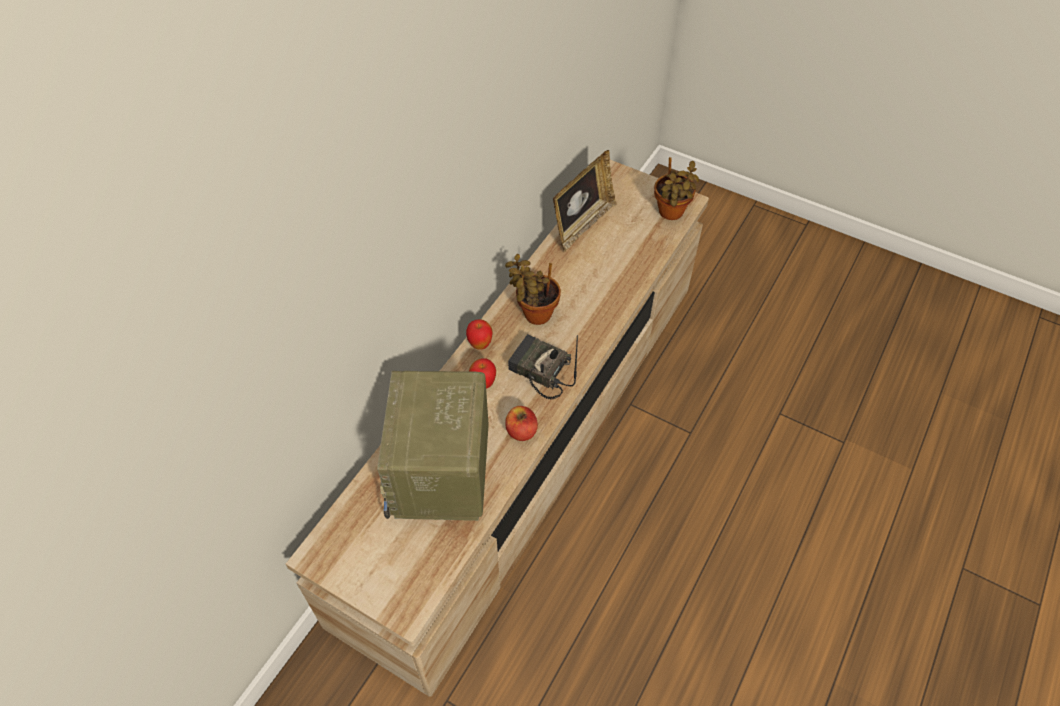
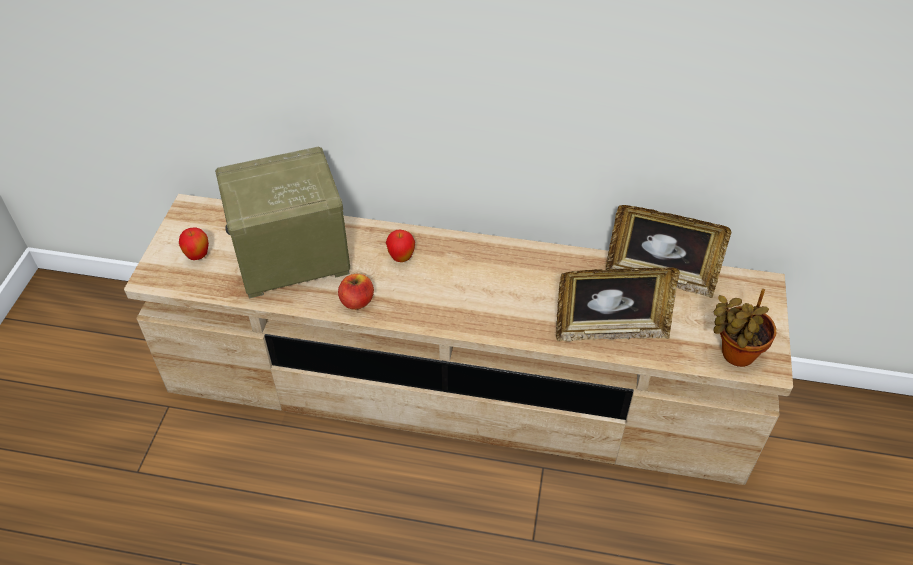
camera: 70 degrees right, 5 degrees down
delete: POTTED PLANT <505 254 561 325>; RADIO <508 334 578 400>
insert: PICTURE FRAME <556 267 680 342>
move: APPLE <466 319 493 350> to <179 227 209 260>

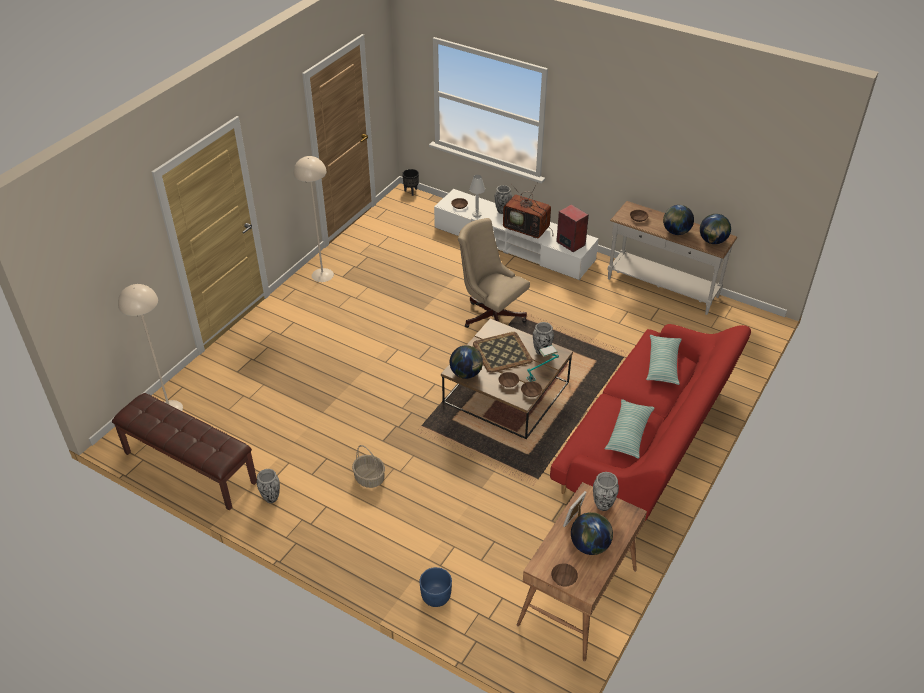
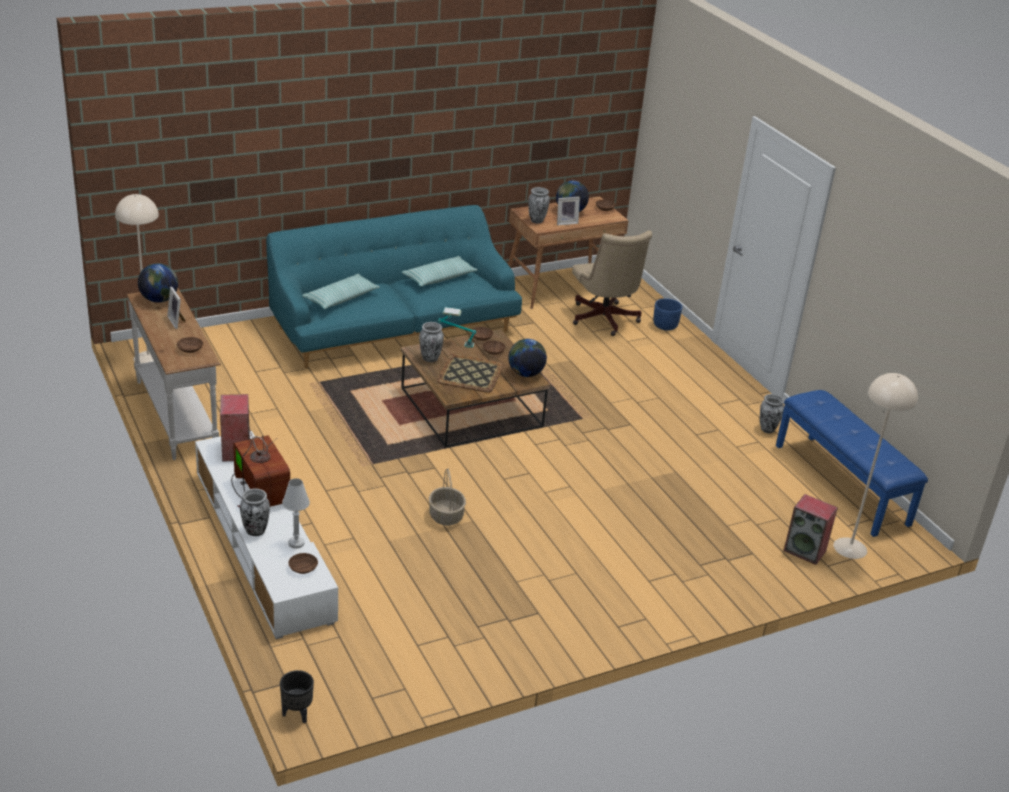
camera: 150 degrees left, 10 degrees down
insert: SPEAKER <784 494 838 565>
move: BEIGE FLOOR LAMP <293 156 334 282> to <115 194 159 364>; BEIGE OFFICE CHAIR <458 218 530 328> to <572 230 652 336>; BASKET <352 445 385 488> to <429 469 466 526>
replace: GLOBE <663 205 694 235> to PICTURE FRAME <167 287 185 329>
recolor: RED SOFA <550 324 751 521> to TURQUOISE SOFA <266 205 522 368>; BROWN BENCH <112 393 257 510> to BLUE BENCH <776 390 928 537>

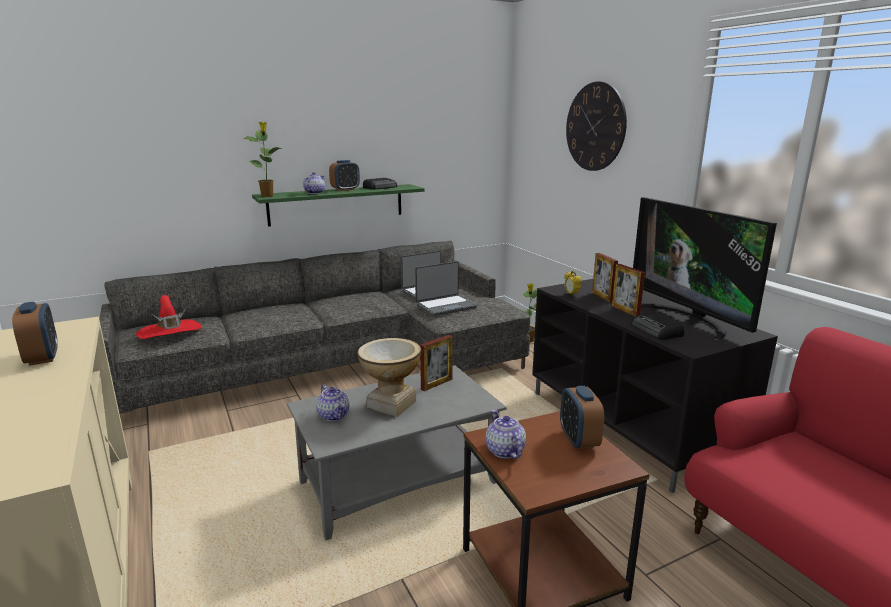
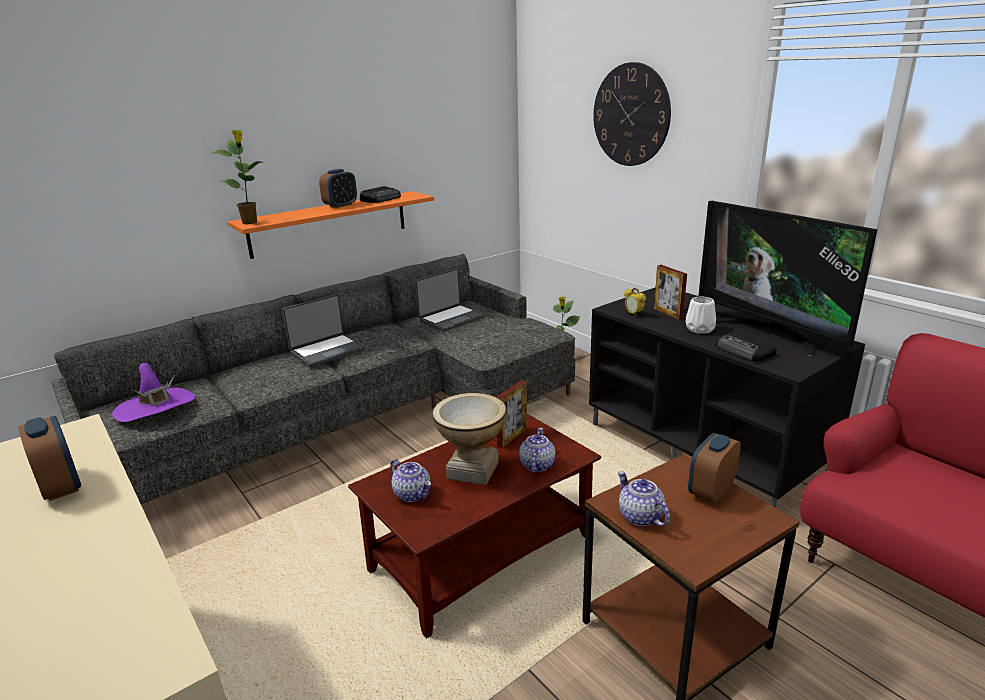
camera: 10 degrees left, 5 degrees up
move: TEAPOT <303 172 325 194> to <519 428 555 473>; LAPTOP <415 261 477 316> to <282 294 365 367>
replace: PICTURE FRAME <612 264 645 317> to WHITE VASE <686 296 716 334>
recolor: GREEN SHELF <252 184 425 227> to ORANGE SHELF <227 191 434 259>; RED HAT <136 295 202 339> to PURPLE HAT <112 363 195 422>; GREY COFFEE TABLE <287 365 507 540> to BROWN COFFEE TABLE <348 414 601 638>
rotate: ALARM CLOCK <560 386 604 449> = <688 433 741 504> 60 degrees clockwise

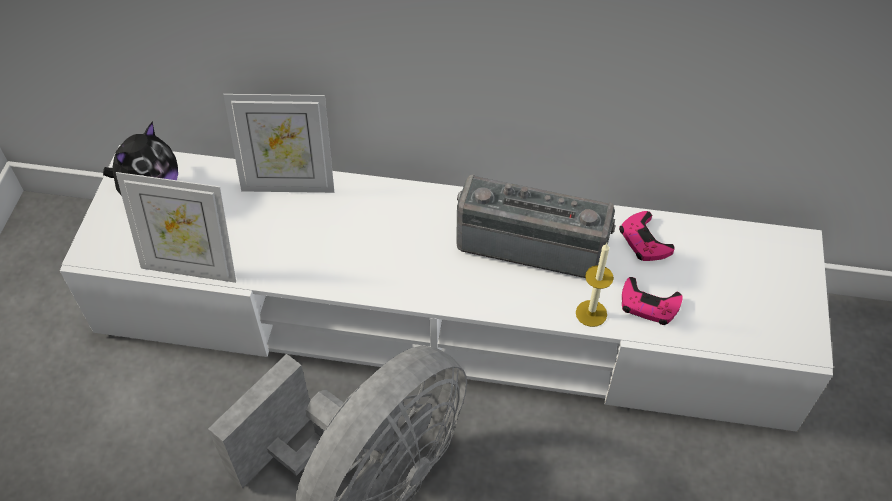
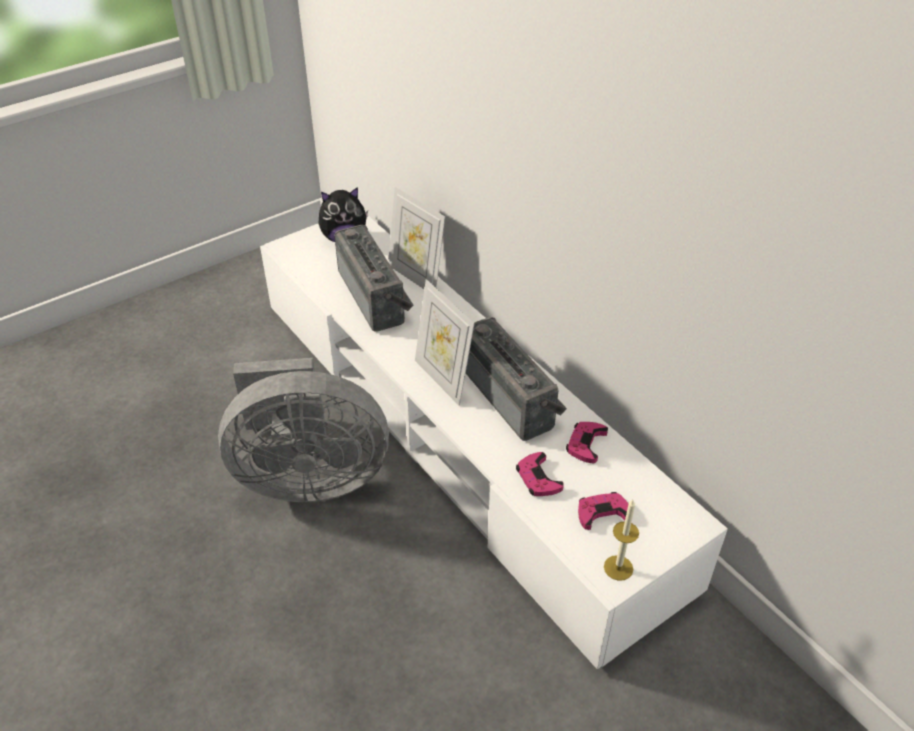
camera: 45 degrees right, 10 degrees down
insert: RADIO <335 225 413 332>; PINK GAME CONTROLLER <578 492 628 530>
move: PICTURE FRAME <116 172 236 283> to <415 279 475 406>; CANDLE <576 243 614 327> to <604 500 639 581>

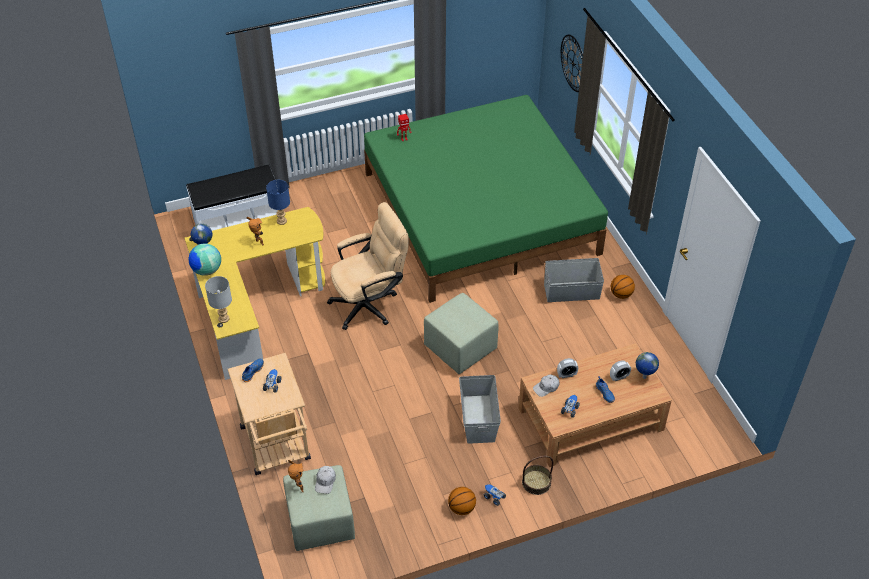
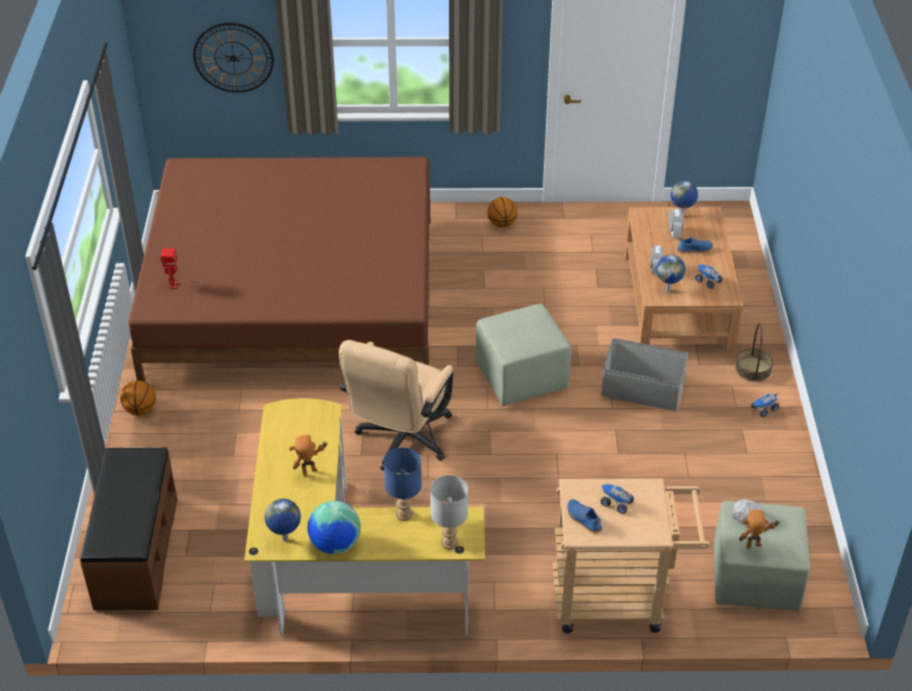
camera: 70 degrees left, 5 degrees down
delete: GREY STORAGE BOX <544 258 604 302>
move: BLUE TABLE LAMP <266 180 290 225> to <384 448 422 521>; BASKETBALL <448 487 476 515> to <120 381 156 415>
replace: WHITE CAP <533 375 559 397> to GLOBE <656 255 685 292>
recolor: GREEN BED <364 95 608 303> to BROWN BED <128 157 430 382>; WHITE BENCH <186 165 278 231> to BROWN BENCH <80 447 177 611>
rotate: BEIGE OFFICE CHAIR <327 202 409 330> = <339 340 454 471> 150 degrees counterclockwise

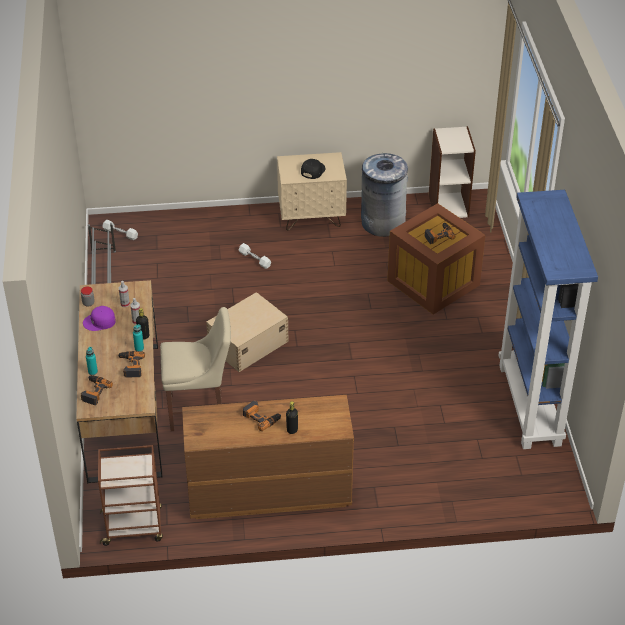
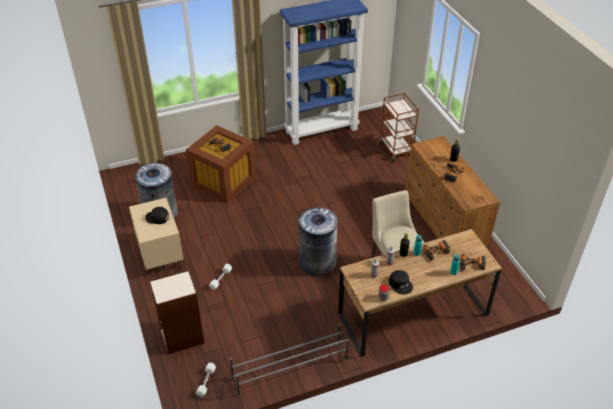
camera: 105 degrees left, 0 degrees up
move: BOOKCASE <429 126 476 218> to <150 270 204 354>; BROWN CART <98 445 163 546> to <379 93 419 162>
replace: BEIGE STORAGE BOX <206 292 289 372> to GREY TRASH CAN <298 207 338 276>
recolor: PURPLE CAP <83 306 116 331> to BLACK CAP <389 270 413 294>

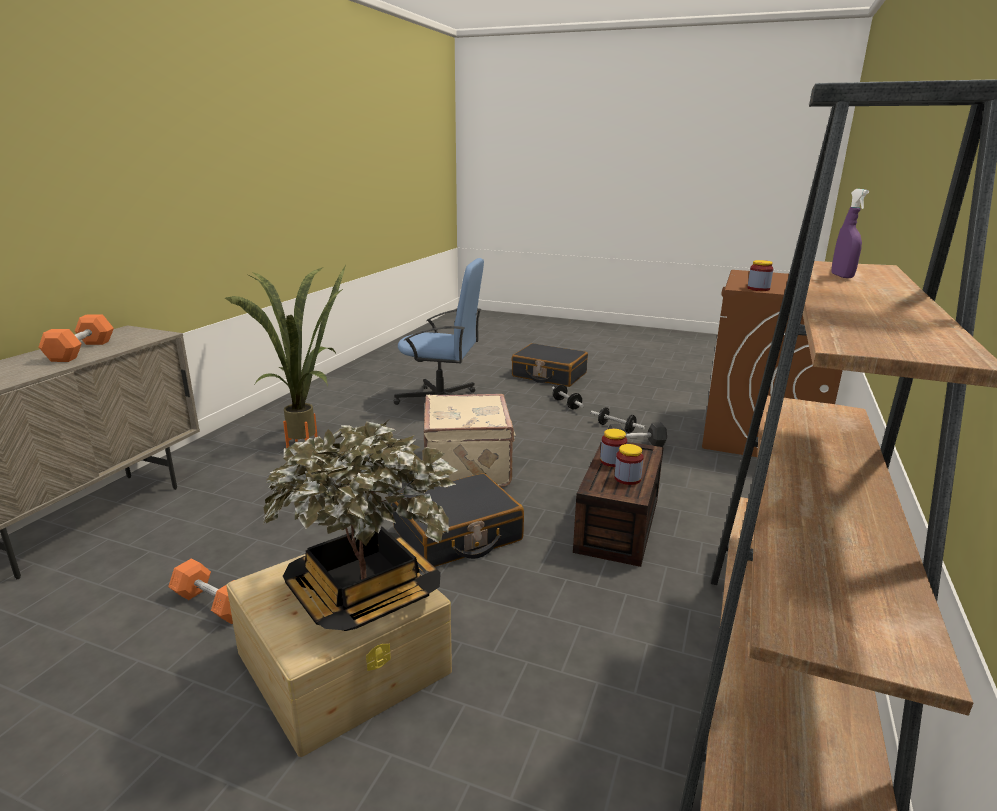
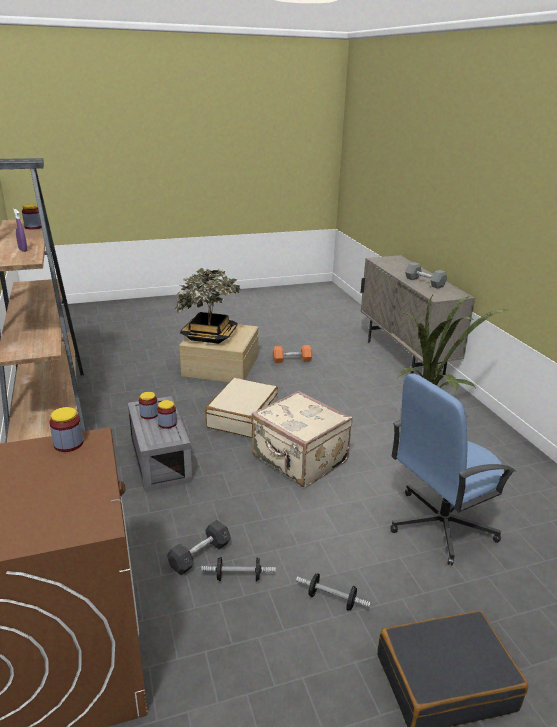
camera: 140 degrees right, 5 degrees up
insert: JAR <22 204 42 229>
recolor: ORANGE DUMBBELL <39 314 114 362> to GREY DUMBBELL <405 262 447 289>; BROWN STORAGE BOX <573 442 664 567> to GREY STORAGE BOX <128 396 192 492>; BLACK SUITCASE <391 473 524 567> to BEIGE SUITCASE <205 378 278 438>

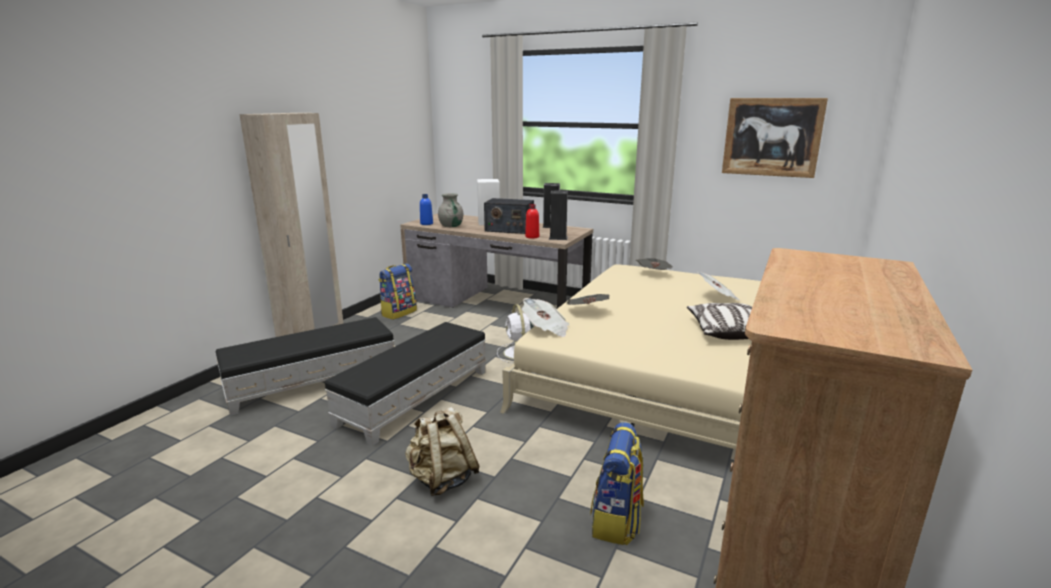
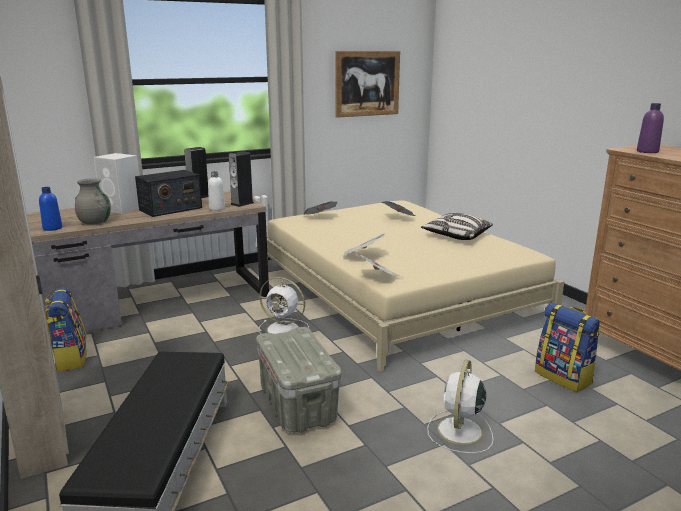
camera: 55 degrees left, 0 degrees up
insert: PURPLE BOTTLE <637 103 664 153>
replace: BLACK OTTOMAN <324 322 486 446> to GREY STORAGE BOX <256 327 342 433>; BEIGE BACKPACK <405 407 479 496> to WHITE FAN <427 360 493 453>
recolor: RED BOTTLE <525 204 539 239> to WHITE BOTTLE <208 172 225 211>

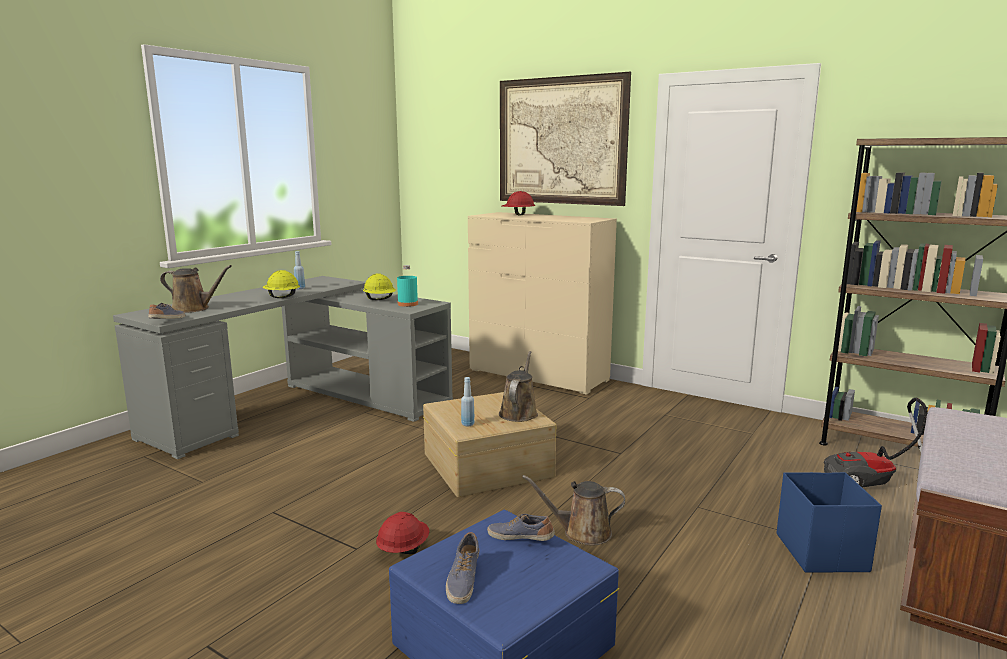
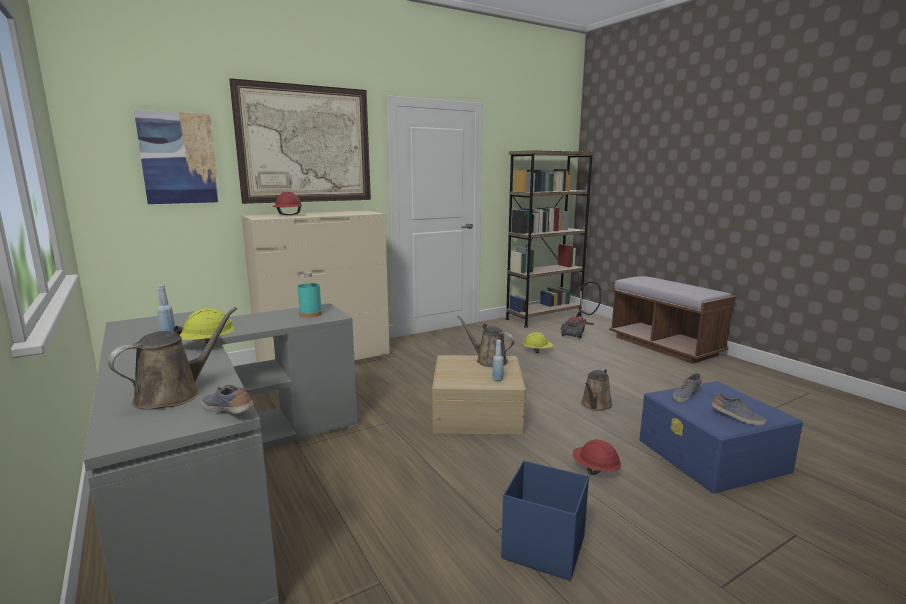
camera: 65 degrees left, 0 degrees up
insert: PICTURE <134 110 220 204>
move: YELLOW HARD HAT <363 273 396 300> to <523 332 553 353>; BLUE STORAGE BOX <777 472 882 572> to <501 461 589 581>

